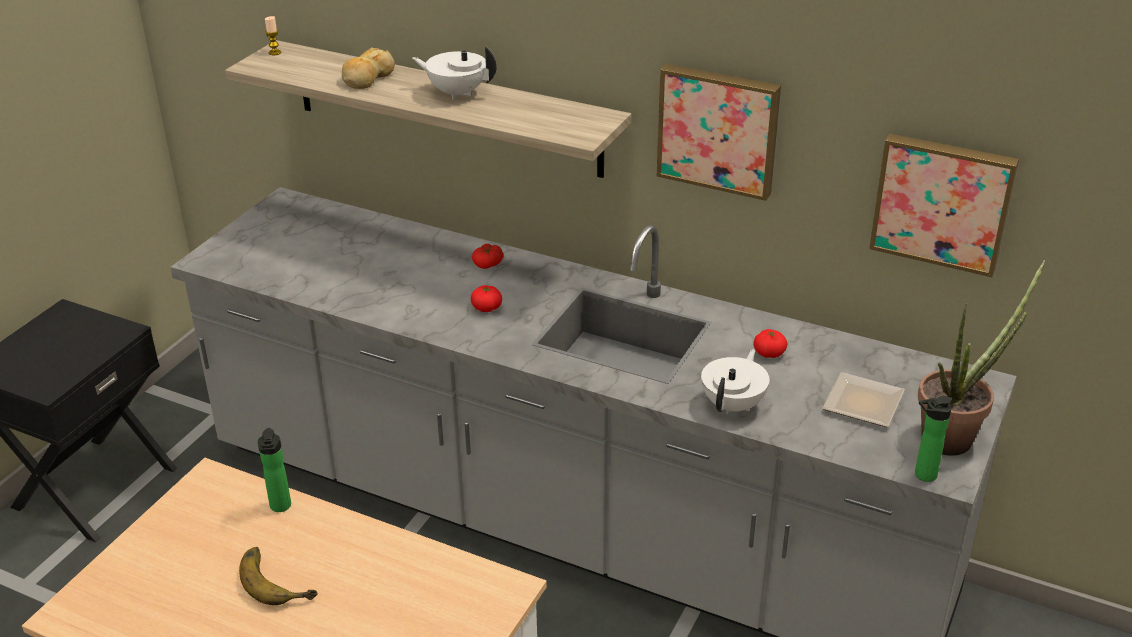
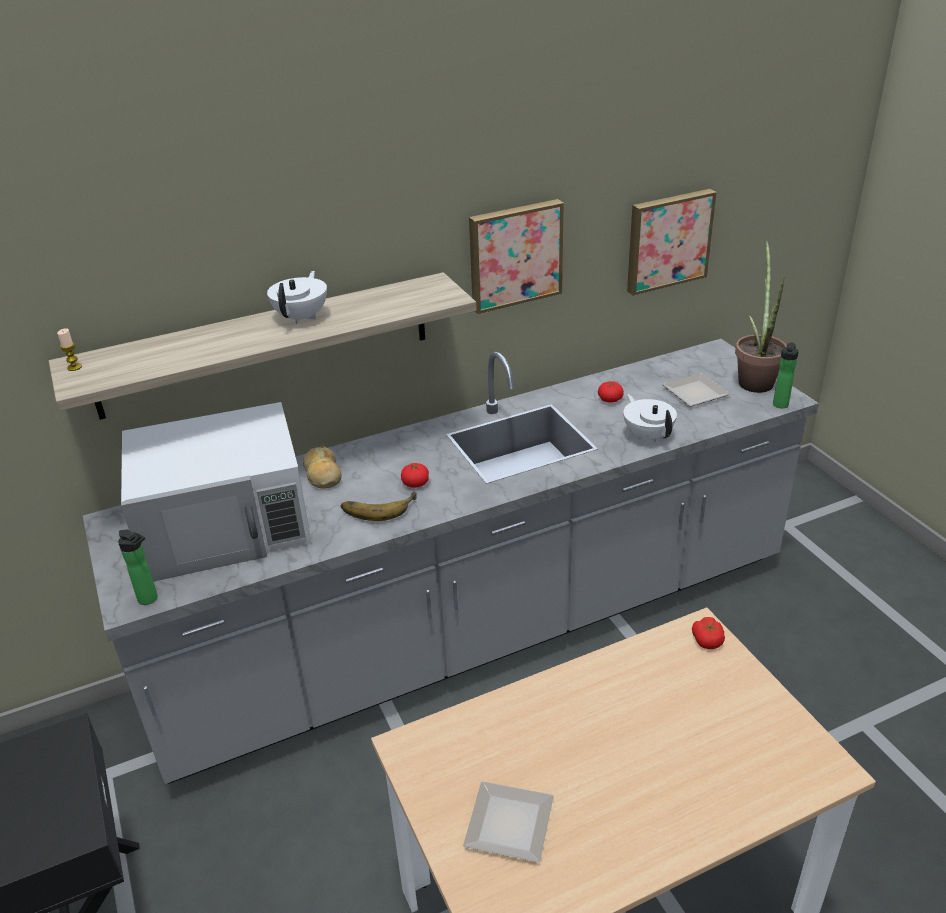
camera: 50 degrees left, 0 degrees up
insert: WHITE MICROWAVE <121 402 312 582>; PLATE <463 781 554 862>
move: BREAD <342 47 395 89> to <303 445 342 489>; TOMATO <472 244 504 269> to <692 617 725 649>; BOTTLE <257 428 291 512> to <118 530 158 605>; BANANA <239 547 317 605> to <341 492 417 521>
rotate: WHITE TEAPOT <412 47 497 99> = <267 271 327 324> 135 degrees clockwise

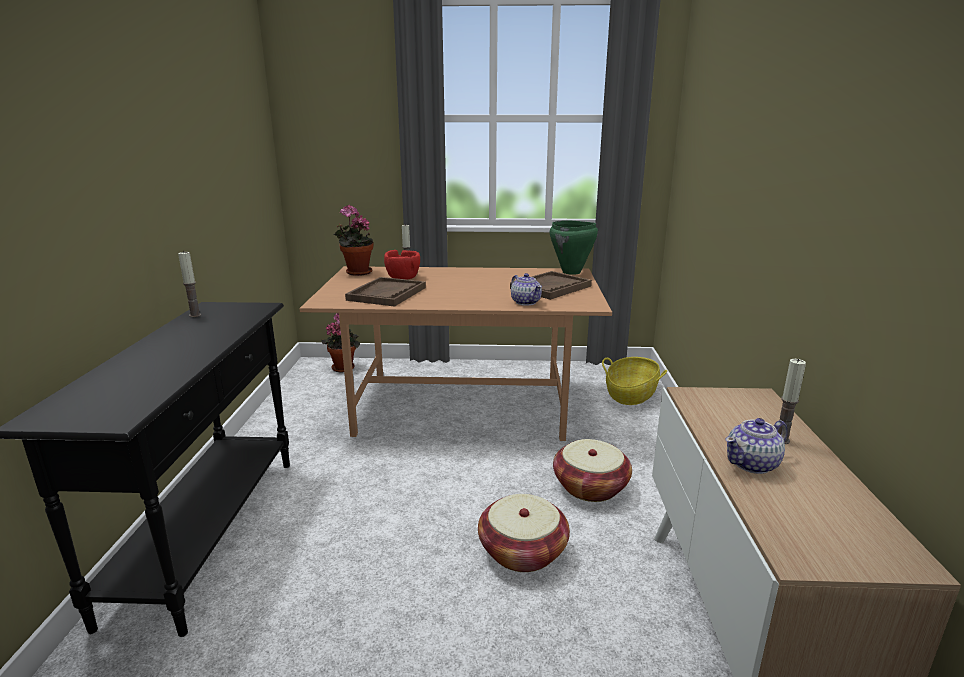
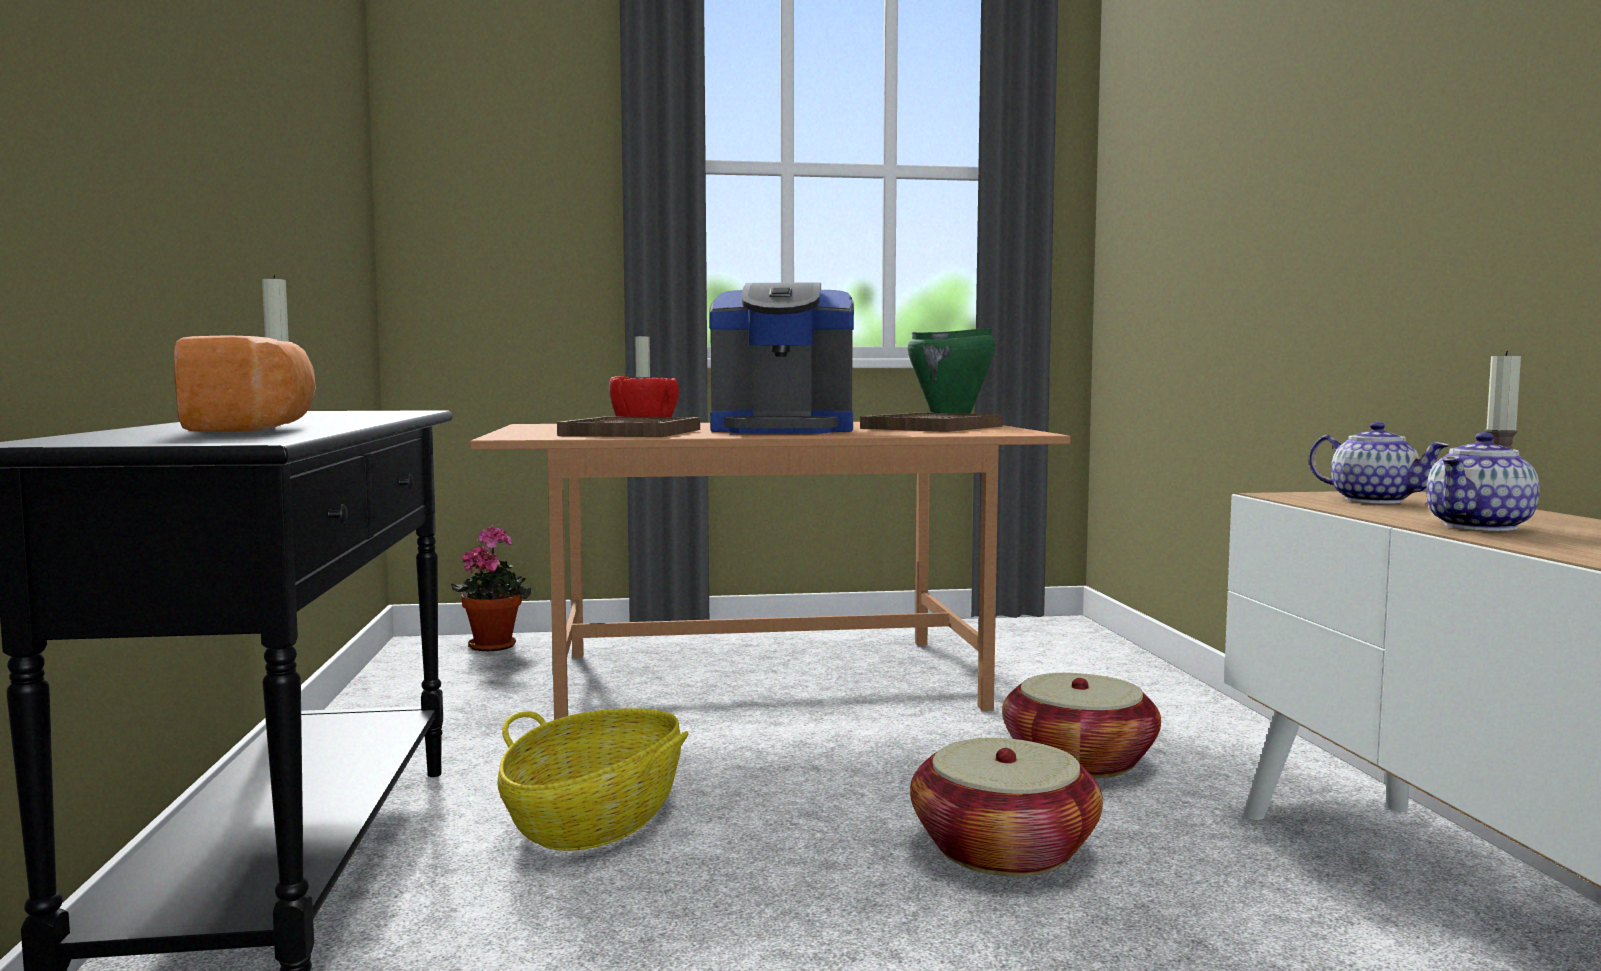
camera: 10 degrees left, 15 degrees down
delete: POTTED PLANT <334 205 373 276>
insert: COFFEE MACHINE <709 282 854 434>; BREAD <174 335 316 432>
move: TEAPOT <511 273 542 306> to <1309 422 1450 504>; BASKET <602 357 667 405> to <498 708 688 851>

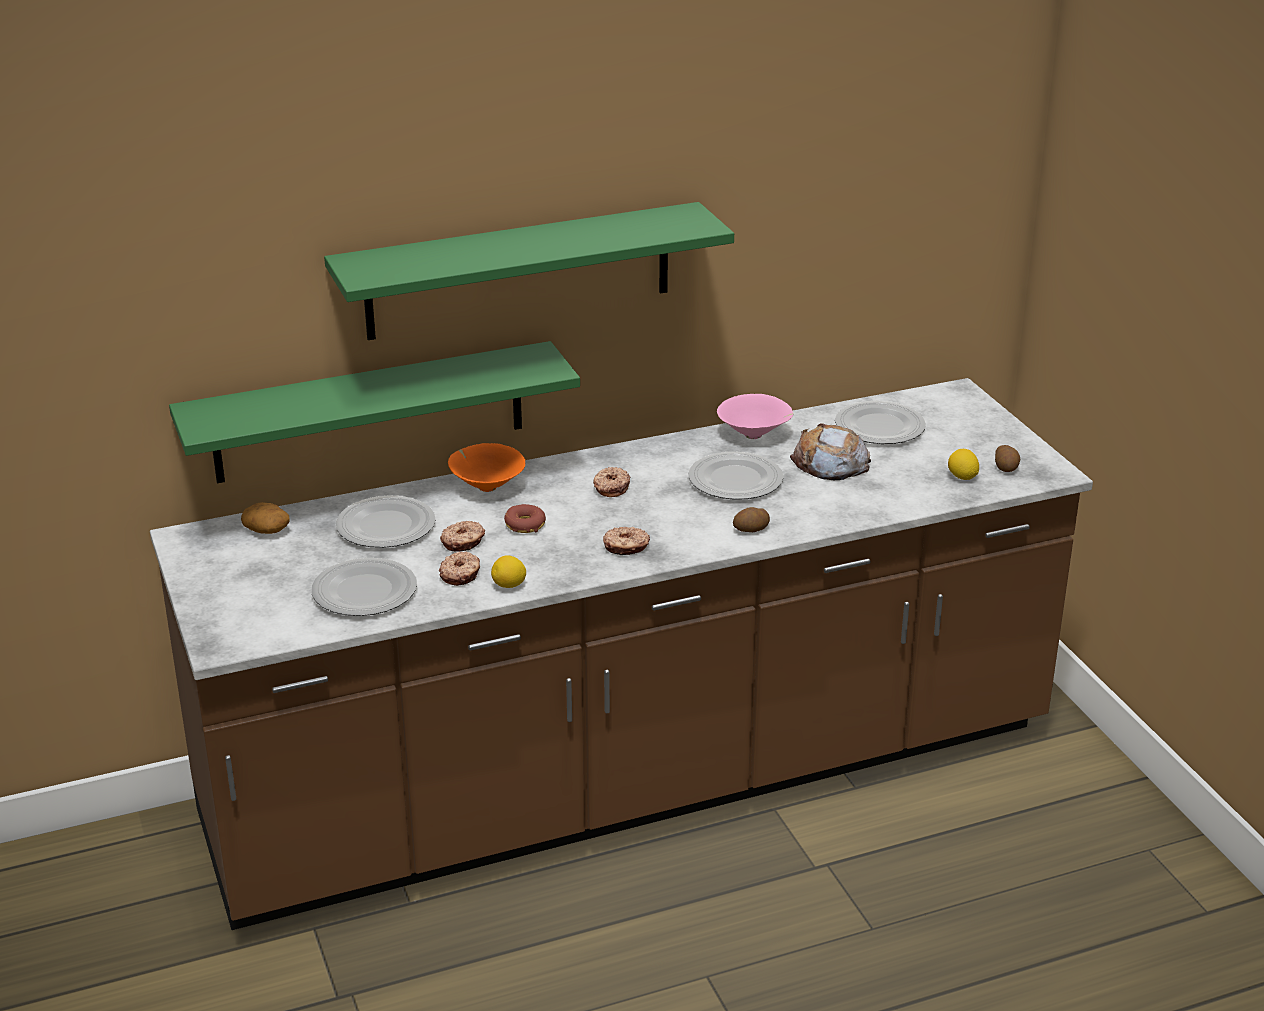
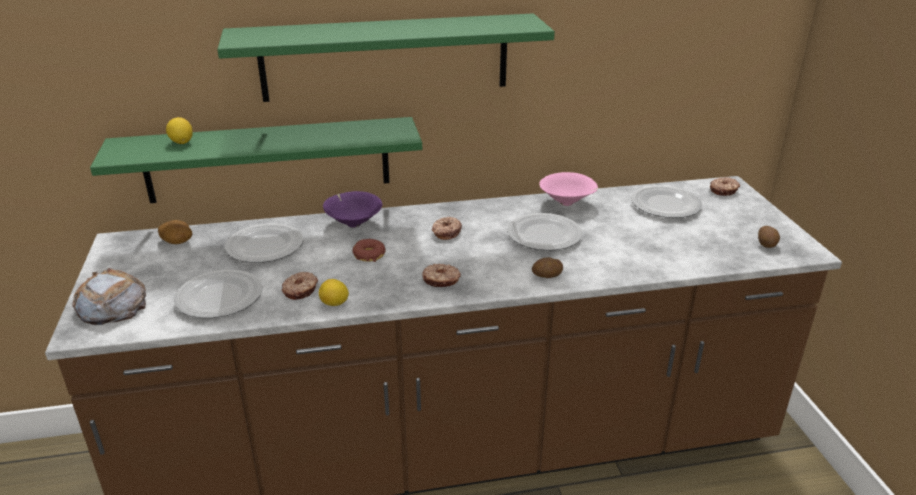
camera: 10 degrees right, 0 degrees up
move: BREAD <790 423 871 480> to <72 268 146 325>; LEMON <948 449 979 480> to <166 117 193 144>; DONUT <440 521 485 552> to <710 177 740 196>
recolor: ORANGE BOWL <448 443 525 492> to PURPLE BOWL <323 191 382 228>

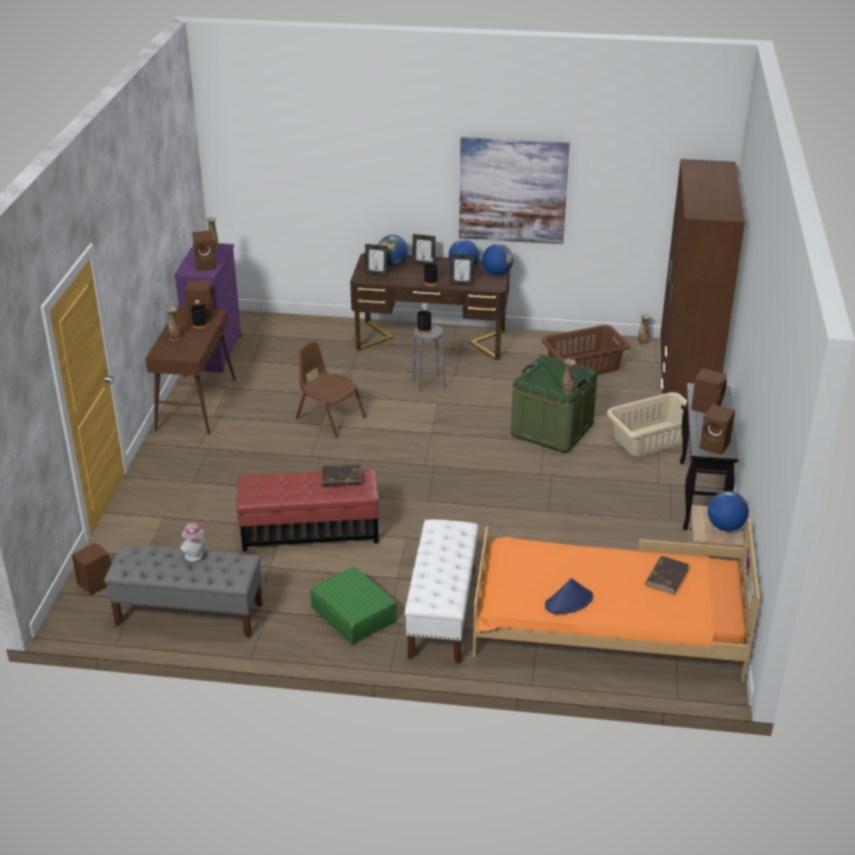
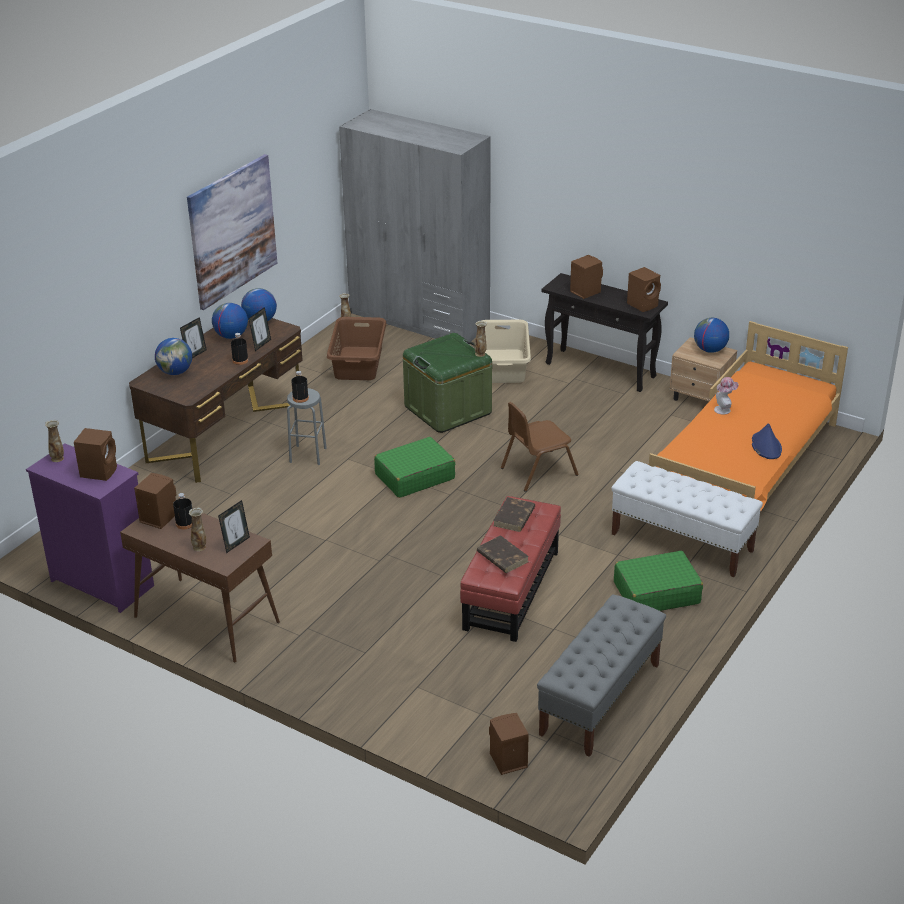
camera: 65 degrees left, 0 degrees up
insert: GREEN SUITCASE <374 437 455 498>
move: PICTURE FRAME <365 244 388 276> to <218 500 250 553>; BROWN CHAIR <296 341 366 438> to <501 402 578 492>; HAT <180 522 205 561> to <714 377 739 415>; BROWN BOOK <645 556 689 595> to <477 535 529 573>
recolor: BROWN WARDROBE <660 159 745 410> to GREY WARDROBE <339 109 491 342>

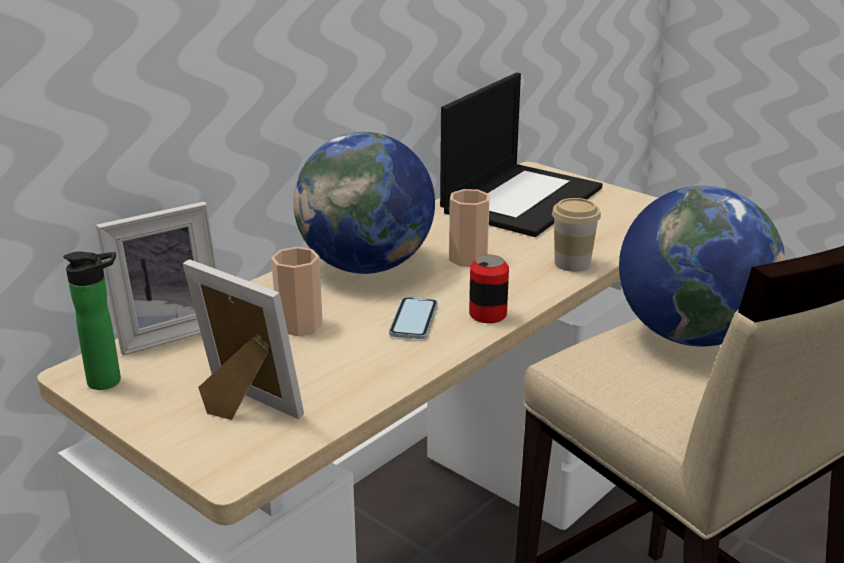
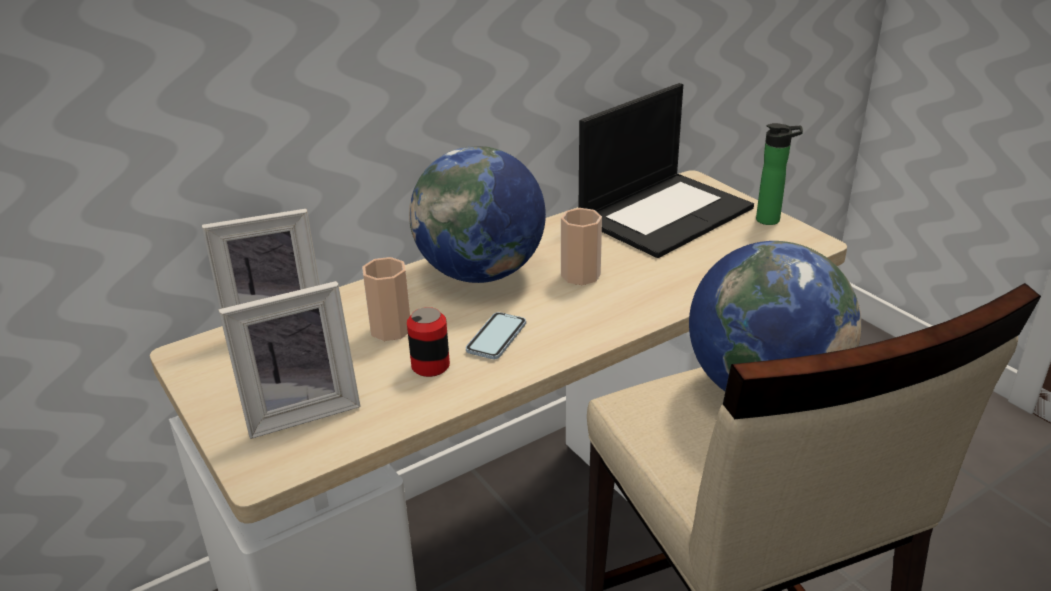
camera: 15 degrees right, 5 degrees up
delete: CUP <552 198 601 272>
move: BOTTLE <63 251 121 390> to <756 123 803 225>; CAN <469 255 509 323> to <407 307 450 377>
rotate: PICTURE FRAME <182 259 304 420> = <219 281 361 439> 105 degrees clockwise

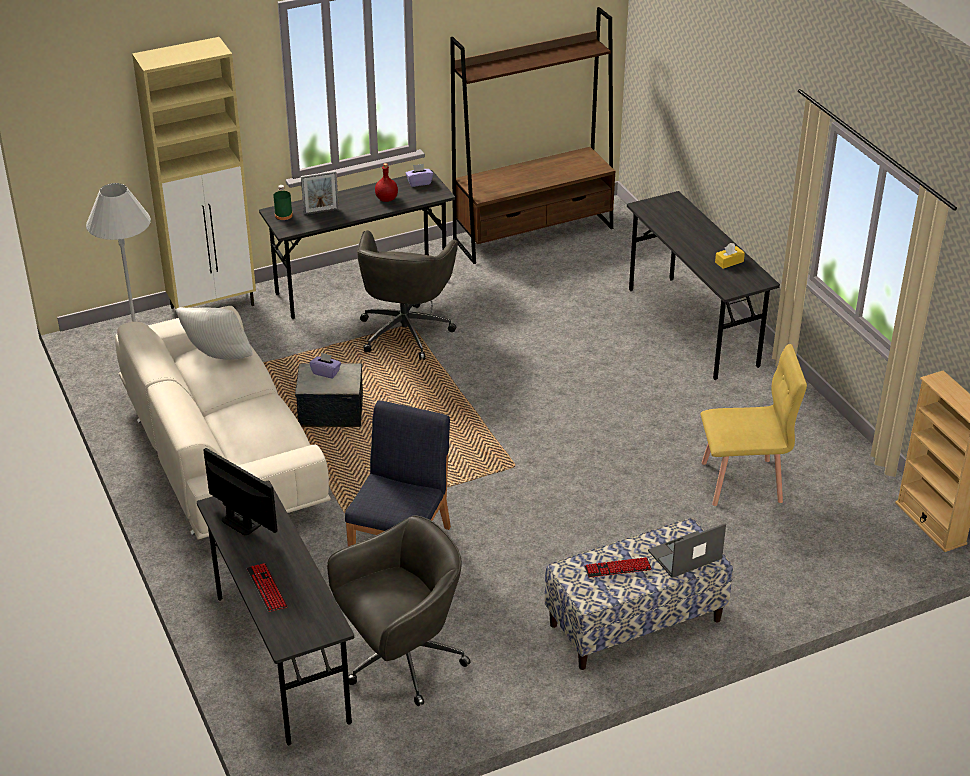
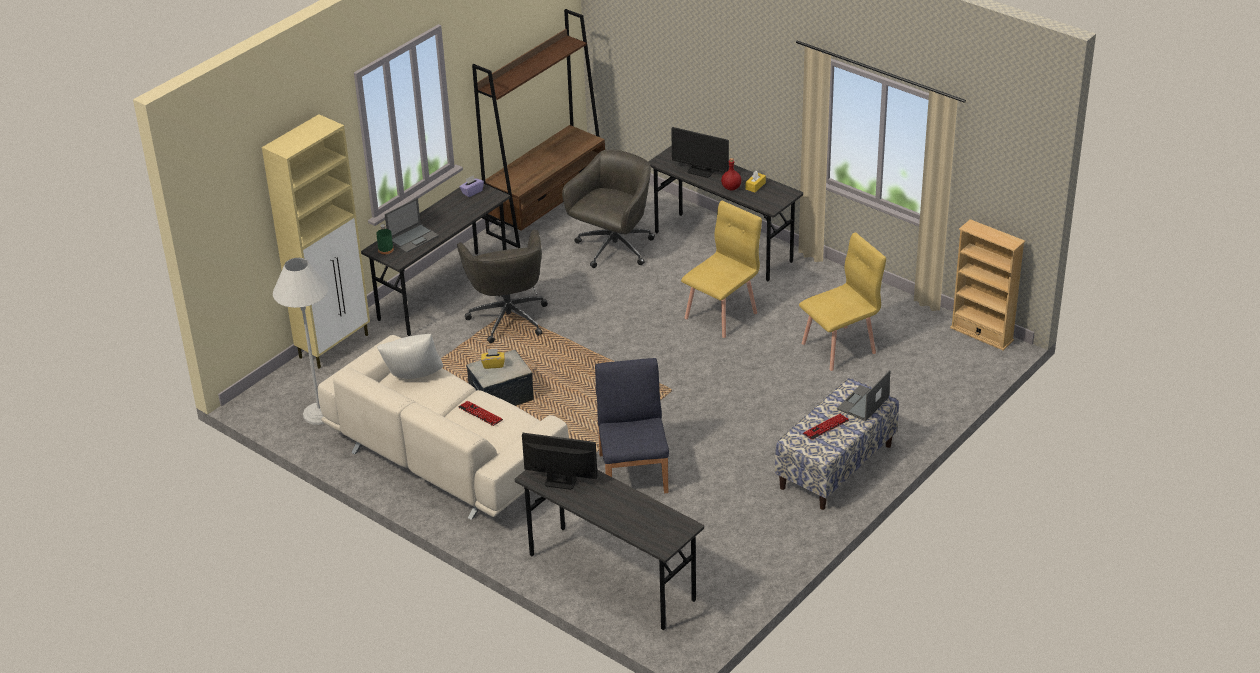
camera: 25 degrees left, 0 degrees up
insert: MONITOR <671 127 729 178>; YELLOW CHAIR <681 201 762 338>
move: RED BOTTLE <375 163 398 202> to <721 158 741 191>; GREY OFFICE CHAIR <327 515 471 706> to <562 150 655 268>; KEYBOARD <247 563 288 612> to <458 401 503 426>
replace: PICTURE FRAME <301 171 339 215> to LAPTOP <385 198 439 253>
recolor: PURPLE TISSUE BOX <309 352 341 379> to YELLOW TISSUE BOX <481 349 505 369>

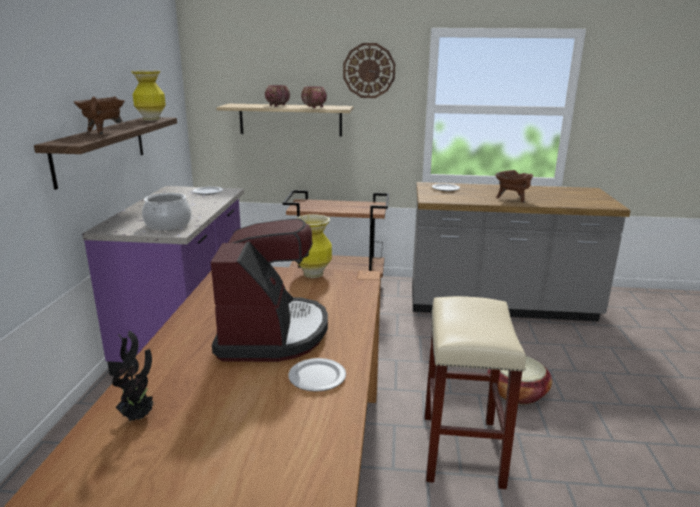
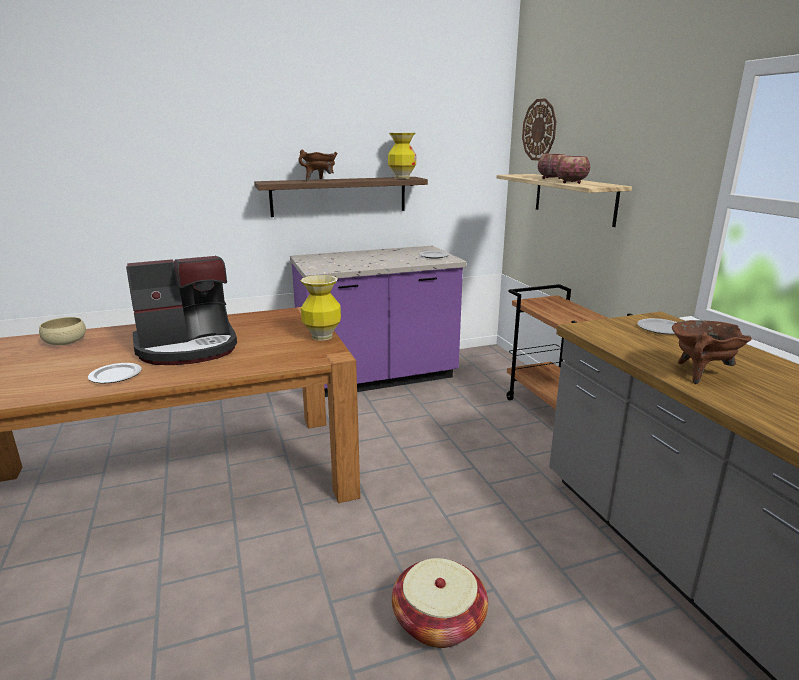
camera: 65 degrees right, 0 degrees up
delete: COOKING POT <142 193 191 231>; BEIGE STOOL <425 296 526 489>
move: WALL CLOCK <343 43 395 98> to <522 98 557 161>
replace: POTTED PLANT <112 330 154 421> to BEIGE BOWL <39 317 86 345>

